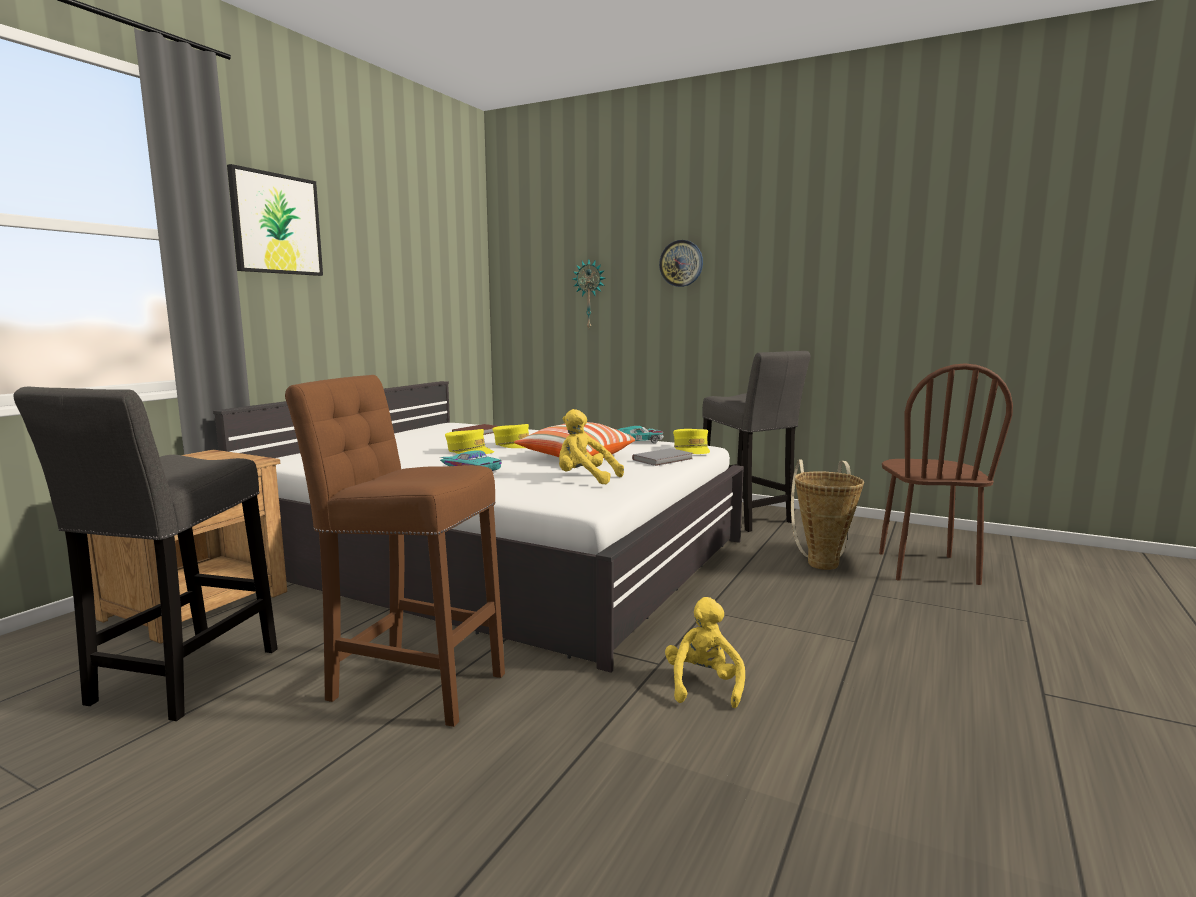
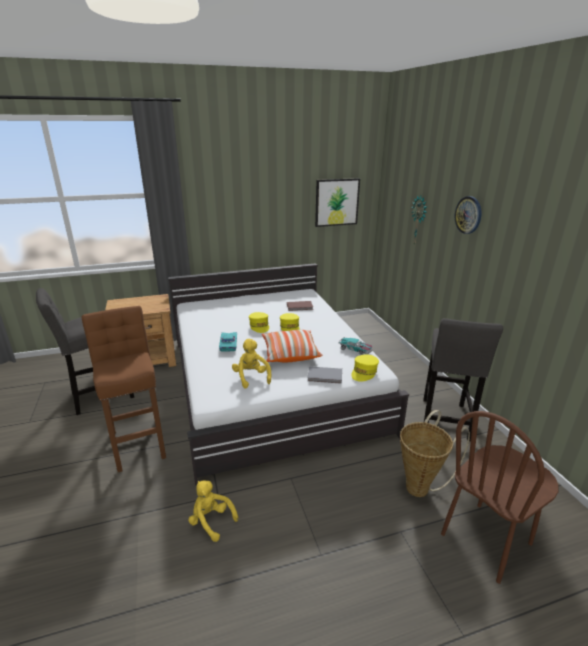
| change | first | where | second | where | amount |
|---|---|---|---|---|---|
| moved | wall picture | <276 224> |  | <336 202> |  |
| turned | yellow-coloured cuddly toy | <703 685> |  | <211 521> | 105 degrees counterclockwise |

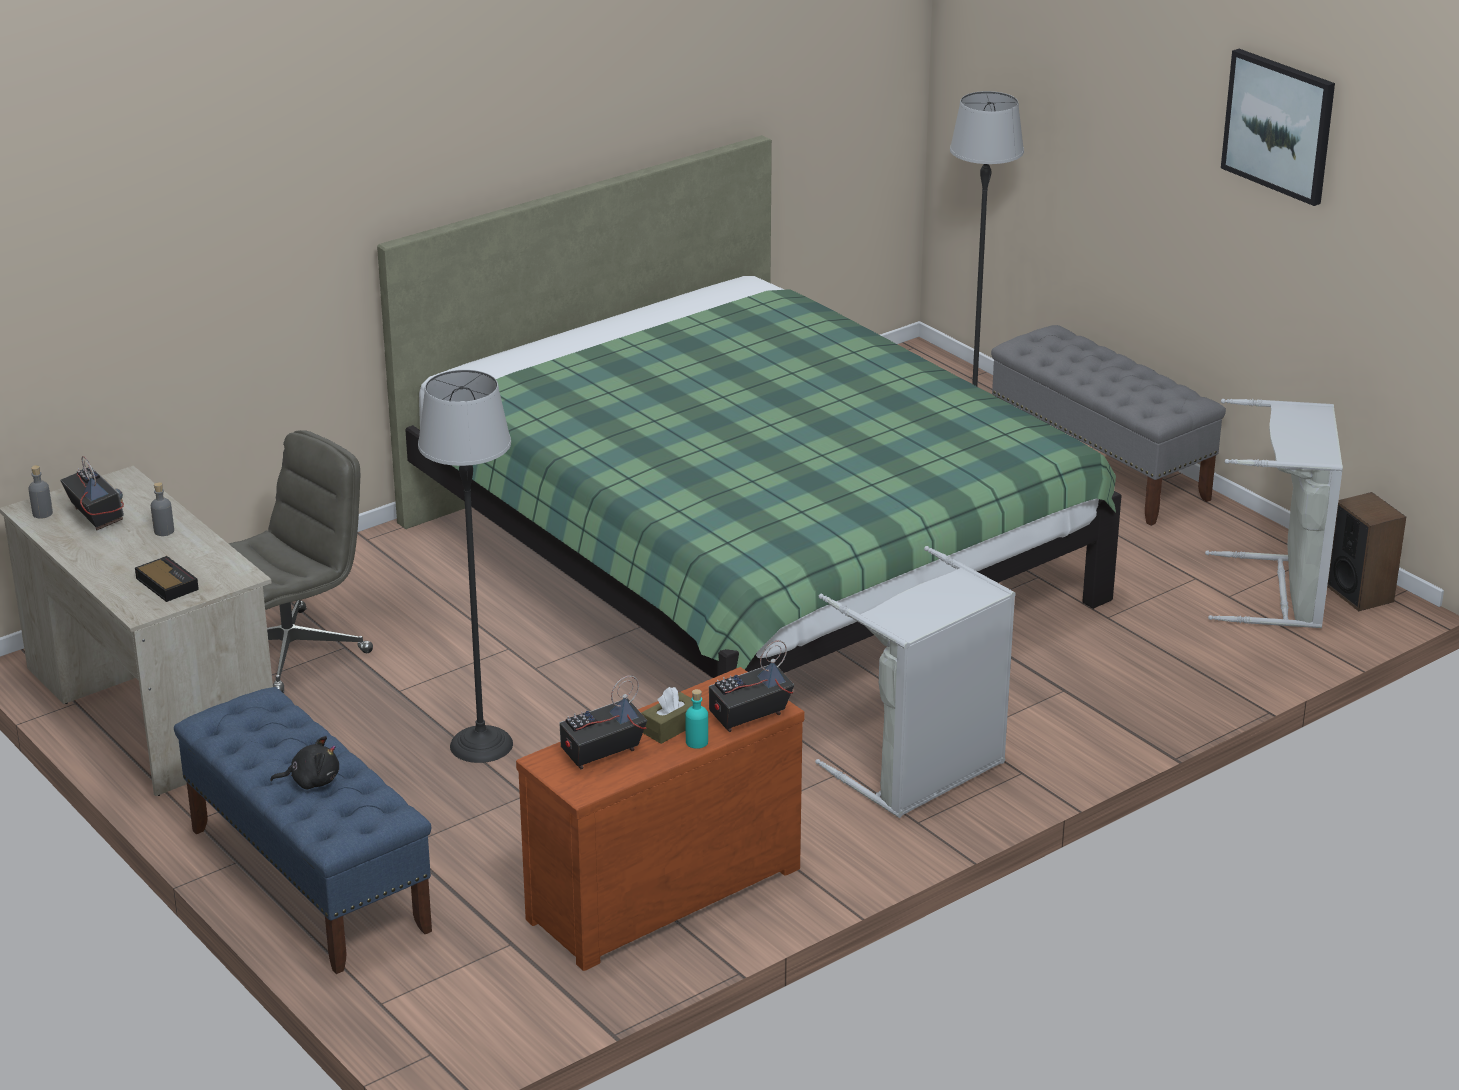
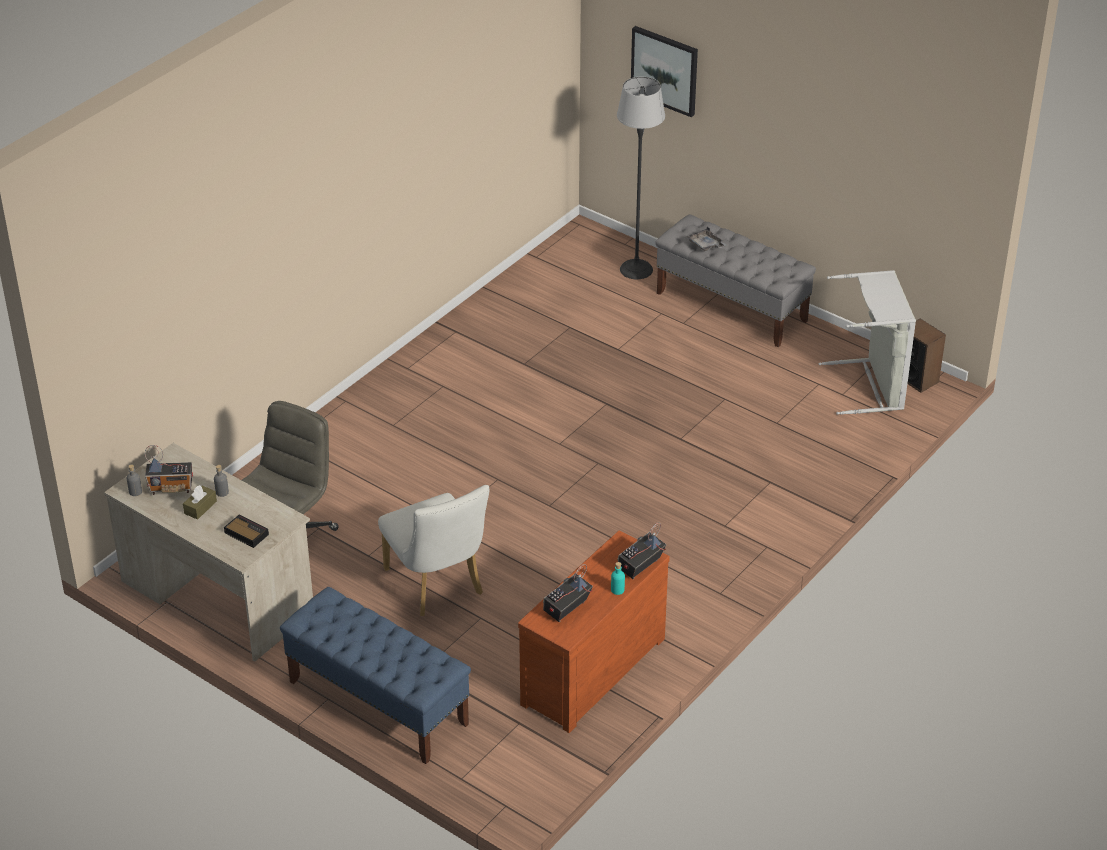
| change | first | where | second | where | amount |
|---|---|---|---|---|---|
| turned | radio receiver | <96 516> |  | <171 488> | 135 degrees clockwise |
| removed | black cuddly toy | <311 781> |  |  |  |
| removed | green sleeping bed | <746 563> |  |  |  |
| replaced | standard lamp | <480 745> | white-coloured upright chair | <437 586> |  |
| moved | brownish box of tissues | <670 727> |  | <200 507> |  |
| removed | greyish laundry basket | <923 773> |  |  |  |
| moved | wall picture | <1279 125> |  | <665 70> |  |
| added |  |  | greyish tray | <706 245> |  |

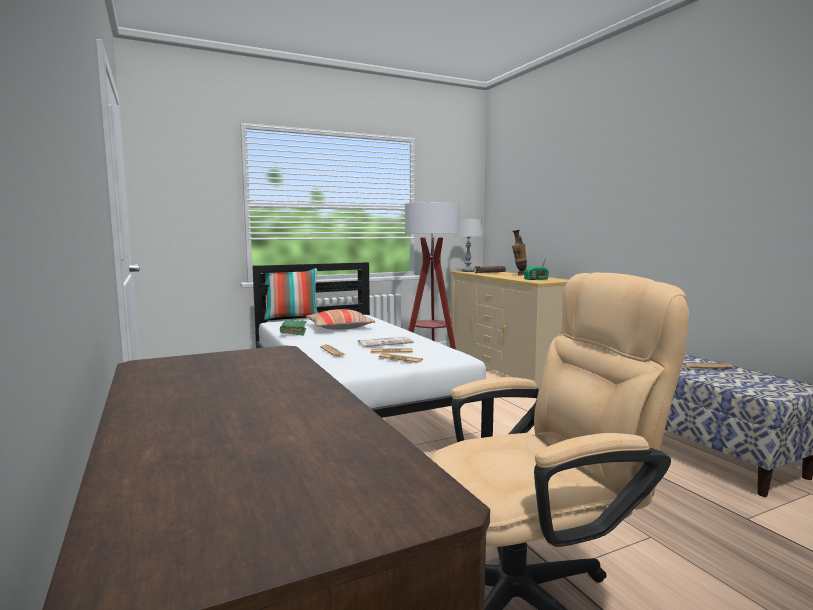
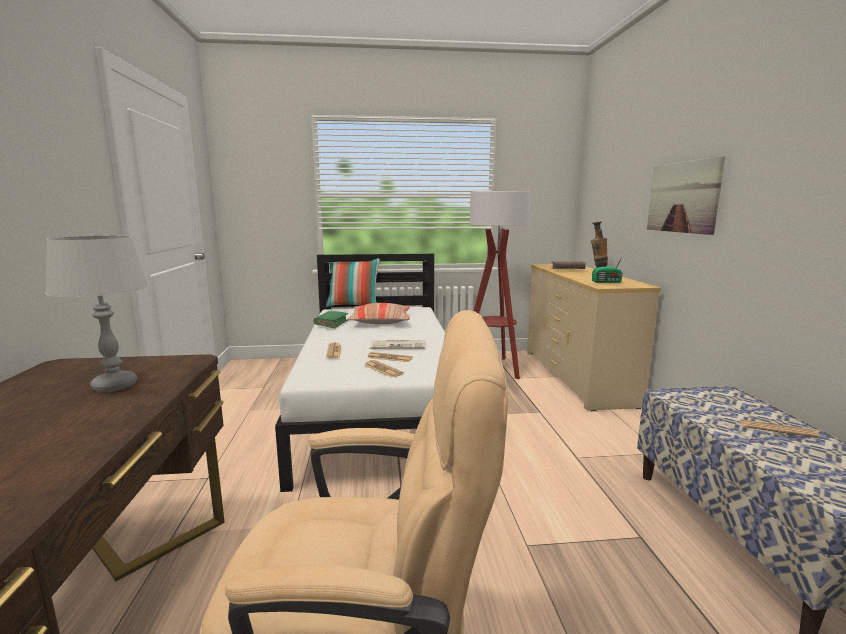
| change | first | where | second | where | amount |
|---|---|---|---|---|---|
| moved | greyish tabletop lamp | <467 271> |  | <114 385> |  |
| added |  |  | wall picture | <682 197> |  |

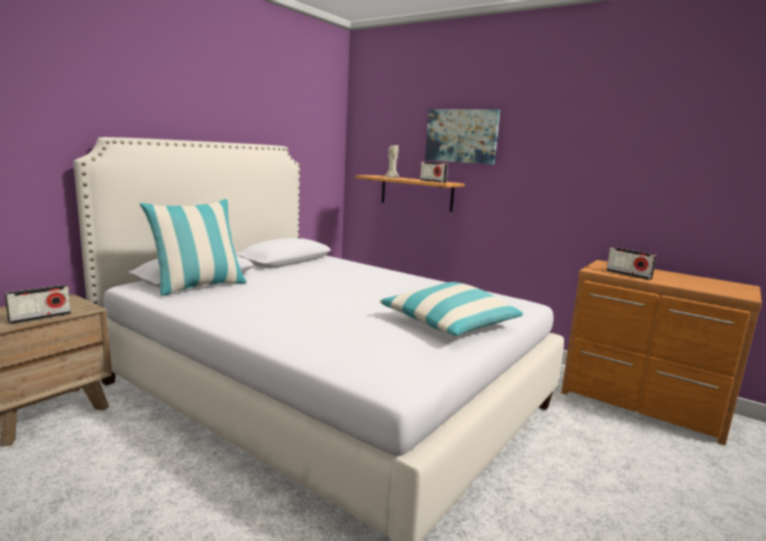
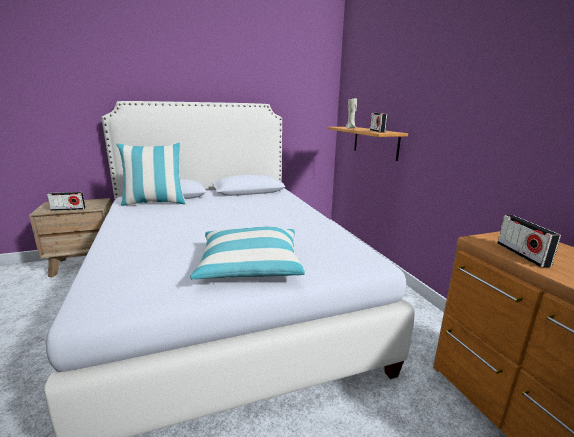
| change | first | where | second | where | amount |
|---|---|---|---|---|---|
| removed | wall picture | <461 136> |  |  |  |

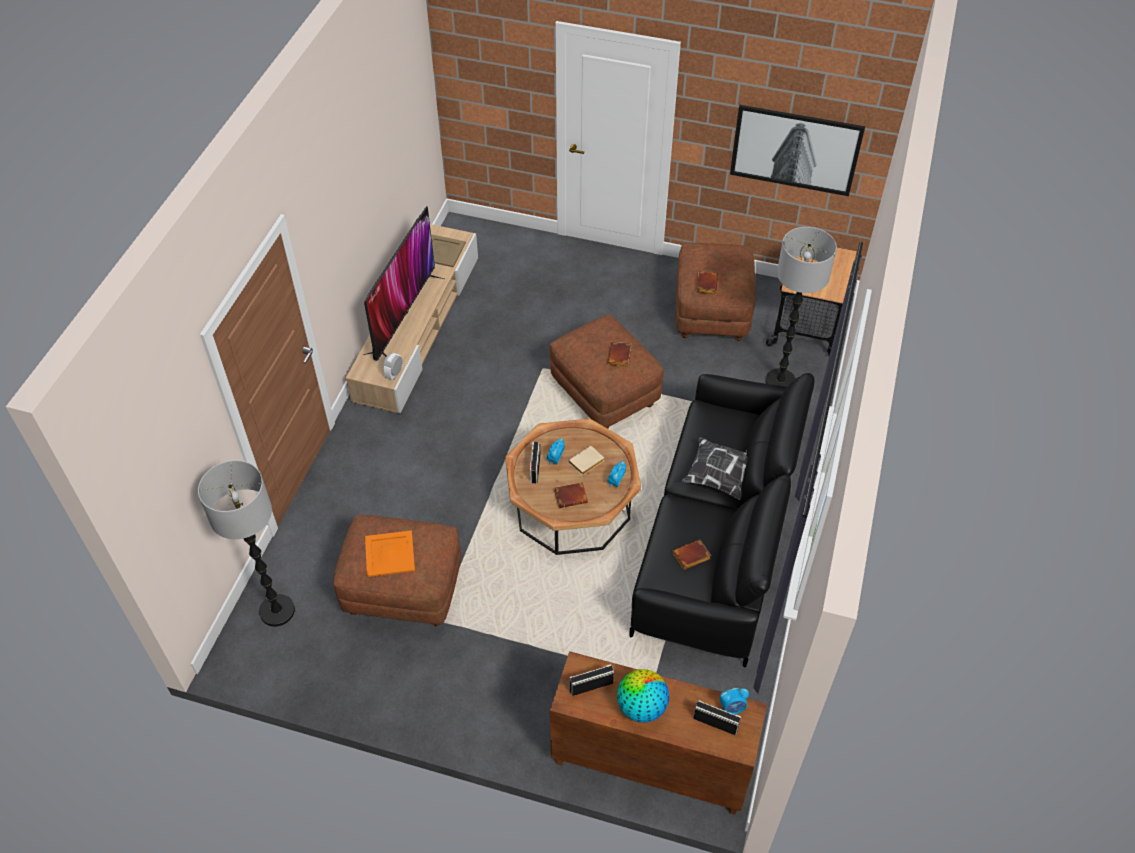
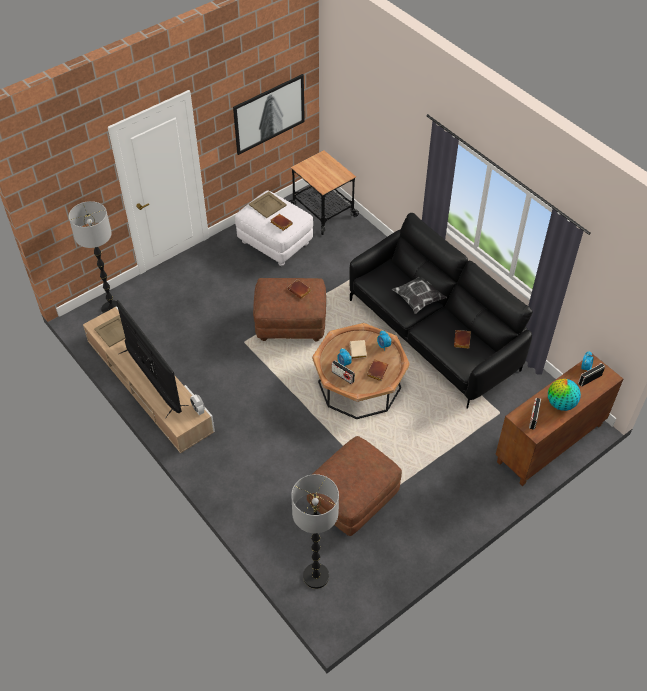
| change | first | where | second | where | amount |
|---|---|---|---|---|---|
| removed | orange-coloured tray | <389 554> |  |  |  |
| recoloured | brownish footrest | <712 313> | white-coloured footrest | <275 243> |  |
| moved | standard lamp | <780 381> |  | <112 310> |  |
| added |  |  | beige-coloured tray | <267 204> |  |

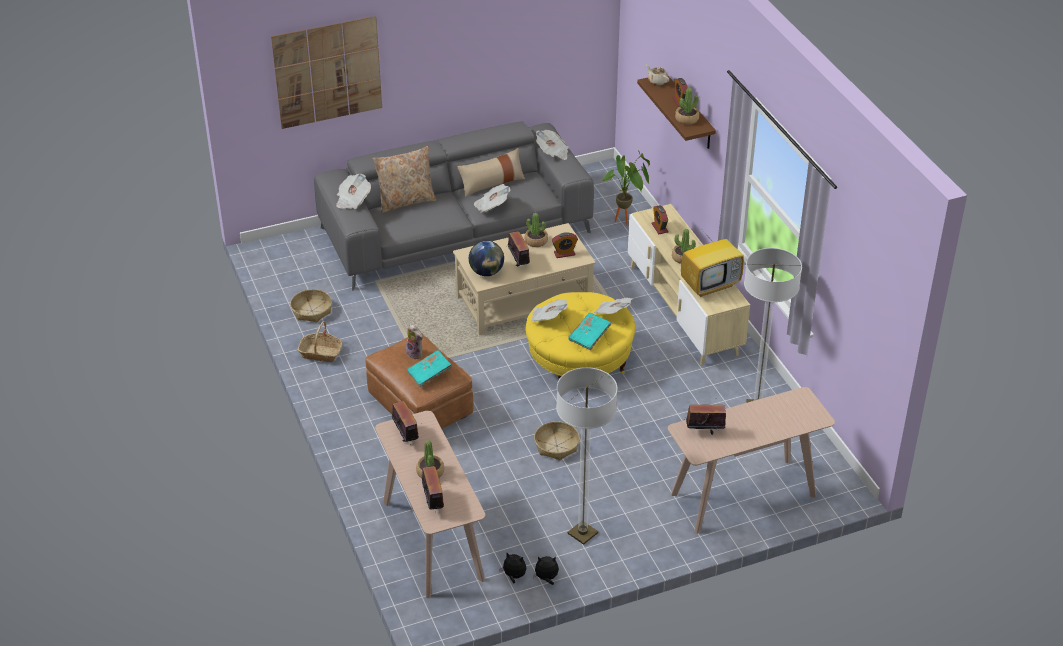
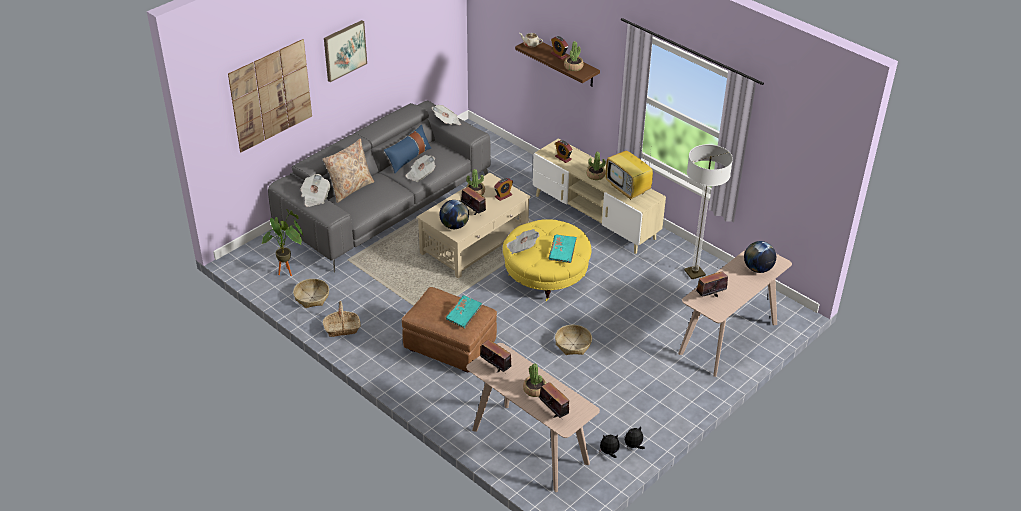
| change | first | where | second | where | amount |
|---|---|---|---|---|---|
| removed | cuddly toy | <416 353> |  |  |  |
| recoloured | beige-coloured throw pillow | <492 184> | blue throw pillow | <408 158> |  |
| removed | standard lamp | <582 533> |  |  |  |
| removed | printed paper | <612 313> |  |  |  |
| moved | houseplant | <627 222> |  | <289 272> |  |
| turned | TV set | <711 284> |  | <628 189> | 105 degrees clockwise |
| added |  |  | wall picture | <344 50> |  |
| added |  |  | globe | <757 269> |  |

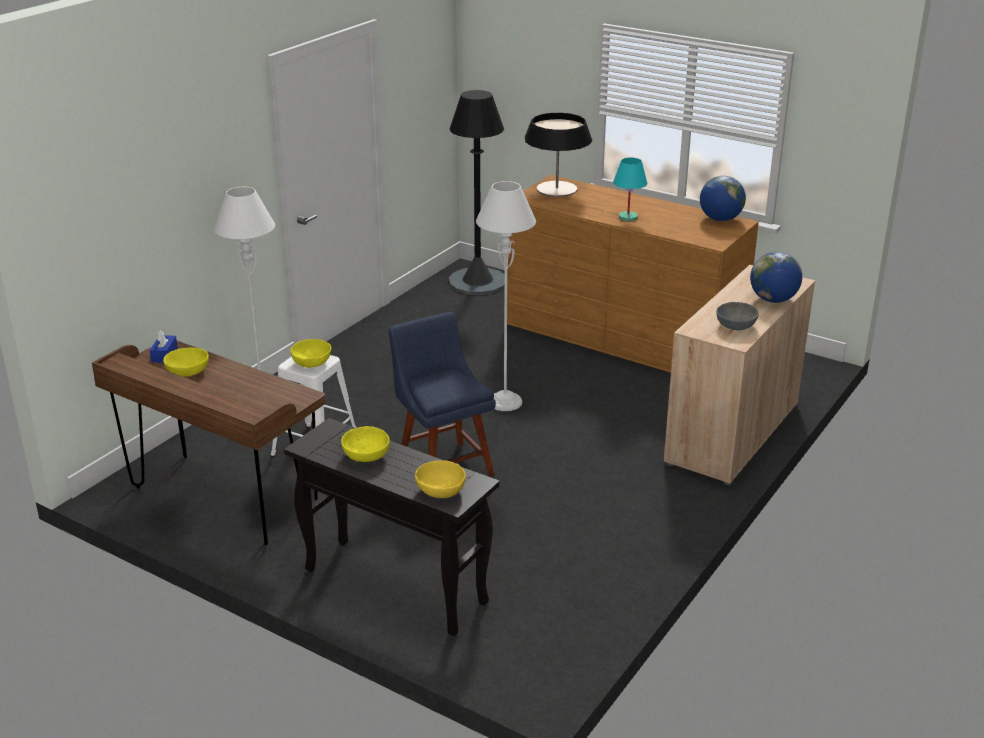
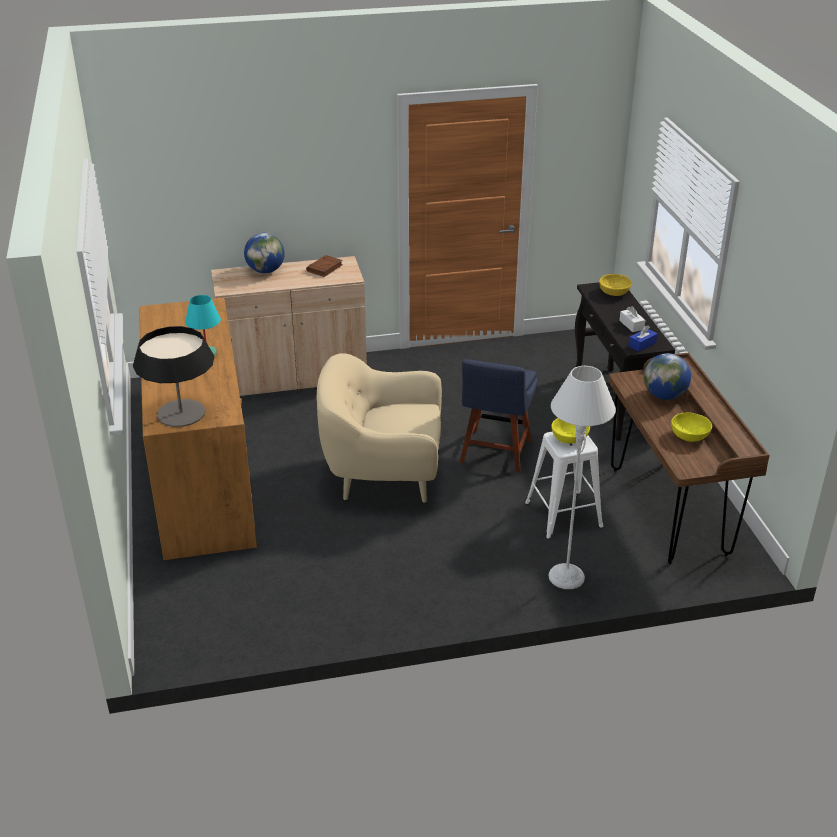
| change | first | where | second | where | amount |
|---|---|---|---|---|---|
| moved | blue box of tissues | <164 355> |  | <642 344> |  |
| replaced | yellow-coloured serving bowl | <365 456> | white-coloured box of tissues | <631 325> |  |
| removed | black standard lamp | <477 282> |  |  |  |
| replaced | white-coloured standard lamp | <505 402> | beige-coloured easy chair | <383 475> |  |
| moved | globe | <720 219> |  | <664 395> |  |
| replaced | greyish serving bowl | <735 326> | brownish book | <324 268> |  |

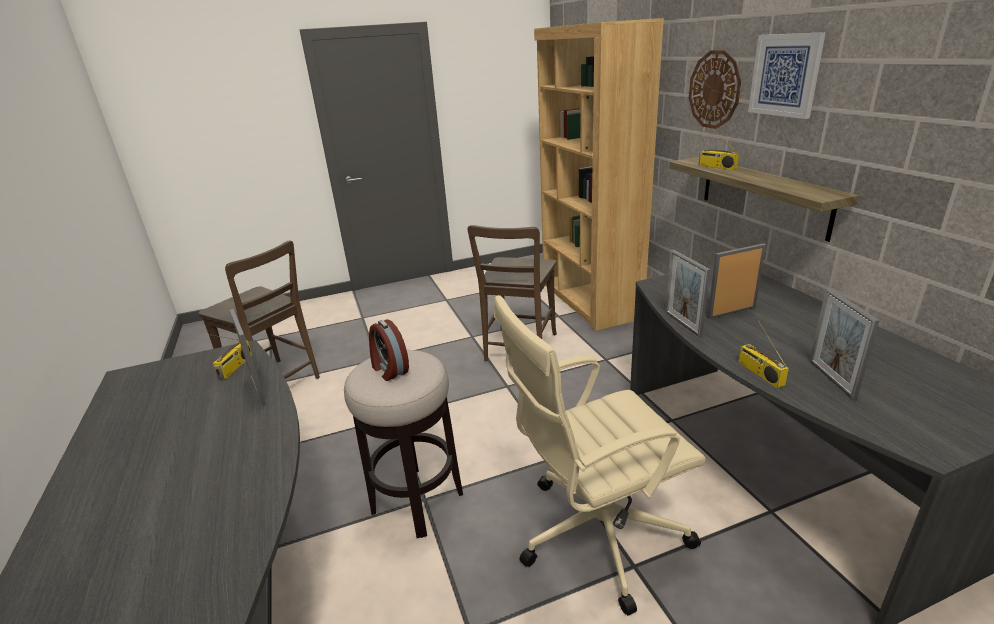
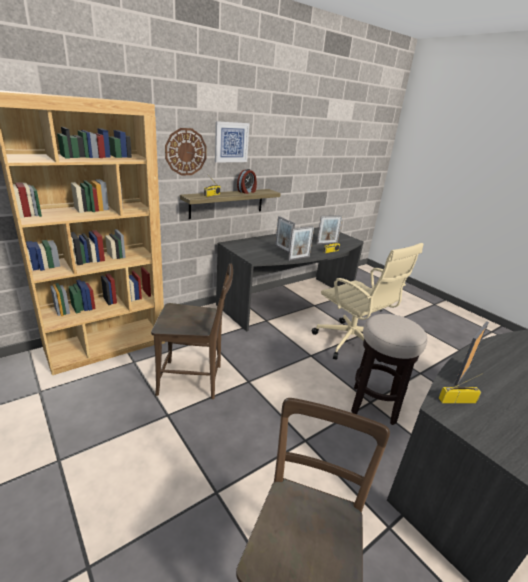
| change | first | where | second | where | amount |
|---|---|---|---|---|---|
| moved | bedside clock | <389 369> |  | <247 192> |  |

